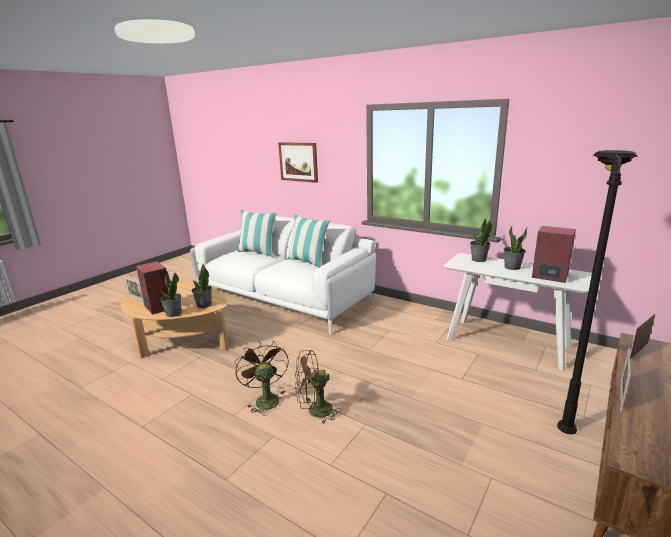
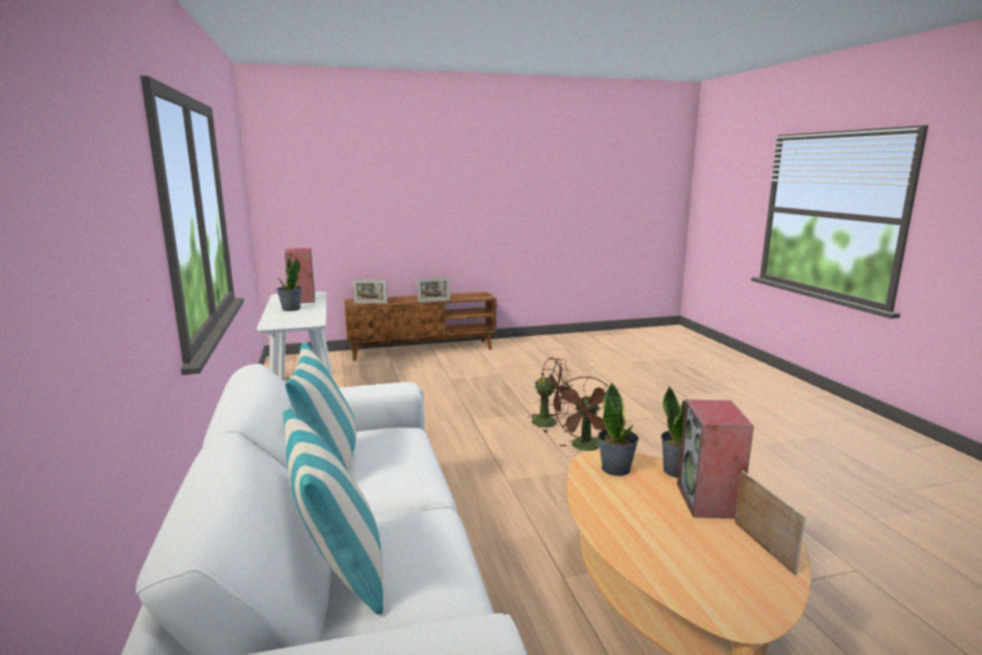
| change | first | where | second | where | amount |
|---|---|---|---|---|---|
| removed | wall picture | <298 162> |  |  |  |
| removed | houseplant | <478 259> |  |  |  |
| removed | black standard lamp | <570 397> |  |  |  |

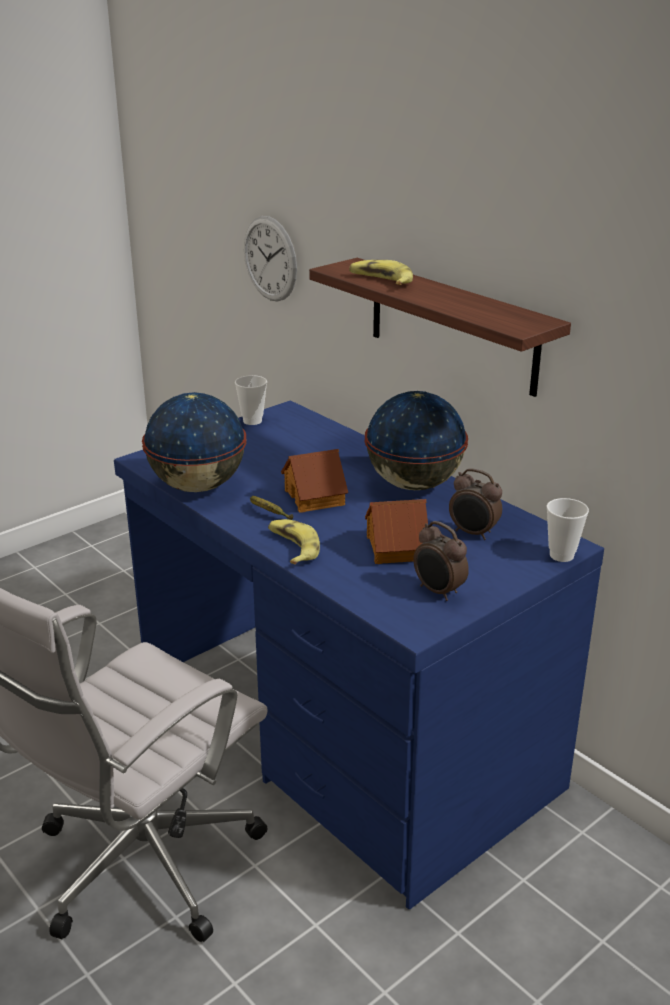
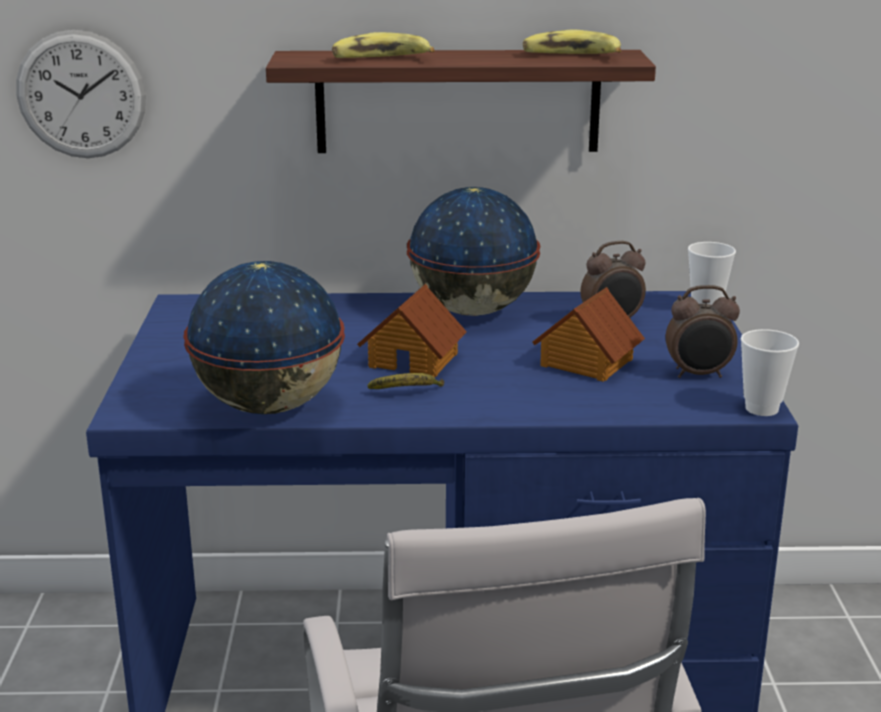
| change | first | where | second | where | amount |
|---|---|---|---|---|---|
| moved | drinking cup | <252 421> |  | <761 409> |  |
| moved | banana | <292 548> |  | <571 56> |  |

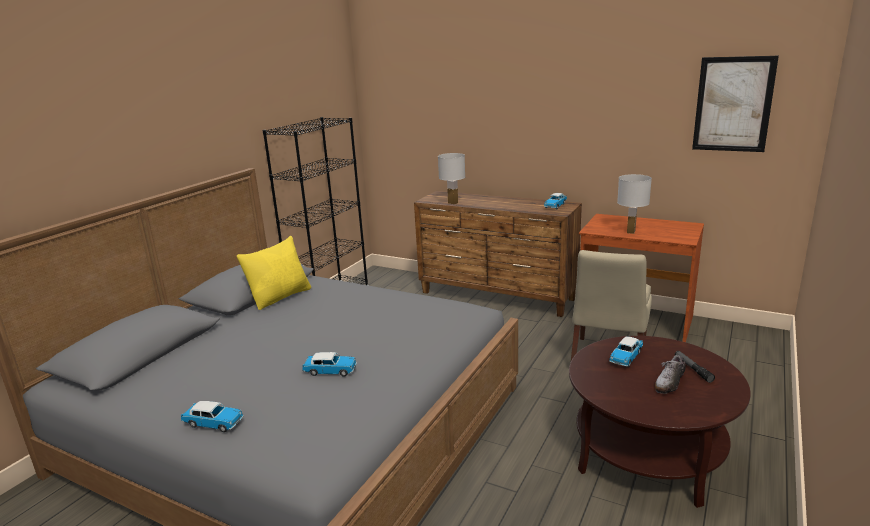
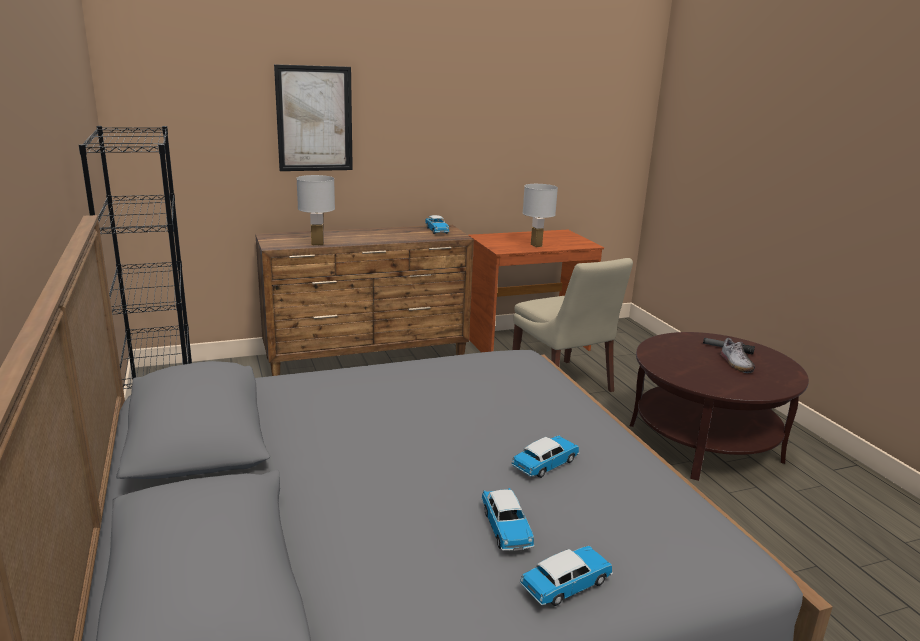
| change | first | where | second | where | amount |
|---|---|---|---|---|---|
| removed | yellow-coloured throw pillow | <280 297> |  |  |  |
| moved | model car | <626 357> |  | <506 528> |  |
| moved | wall picture | <733 104> |  | <314 119> |  |

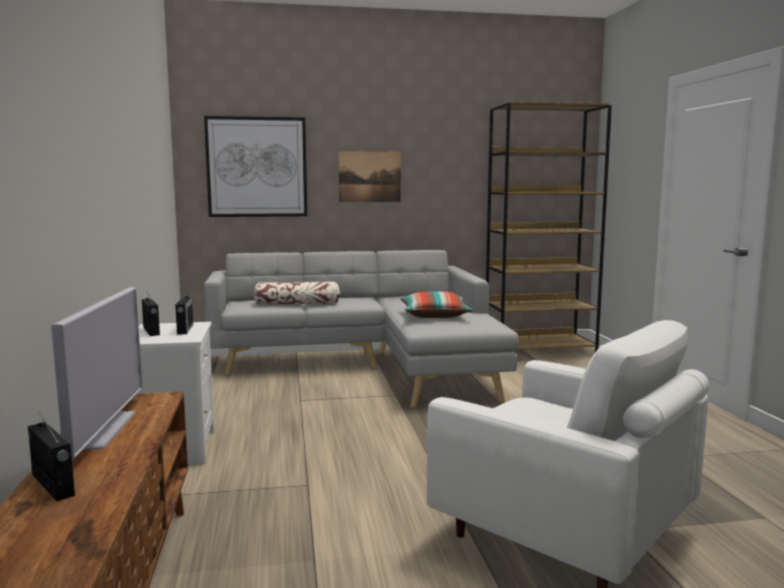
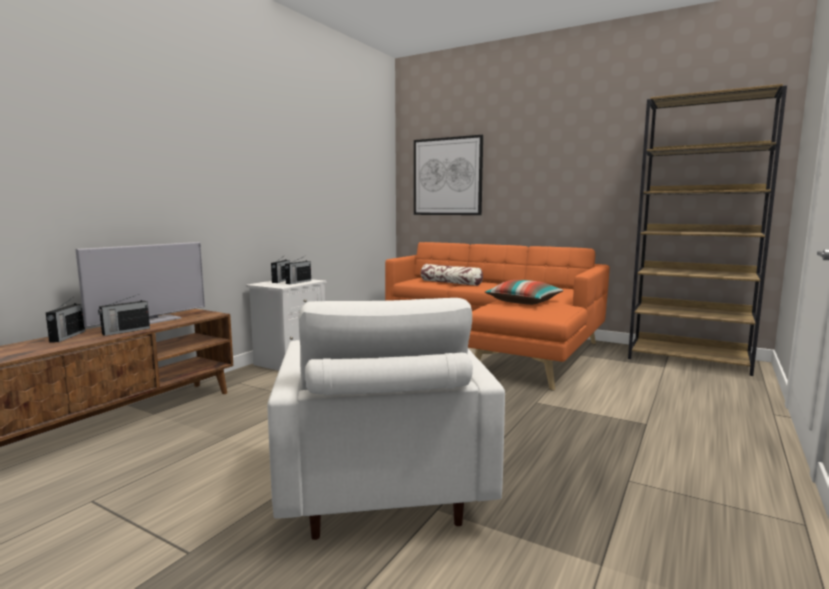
| change | first | where | second | where | amount |
|---|---|---|---|---|---|
| recoloured | greyish sofa | <374 368> | orange-coloured sofa | <500 344> |  |
| removed | wall picture | <369 176> |  |  |  |
| added |  |  | radio receiver | <125 331> |  |

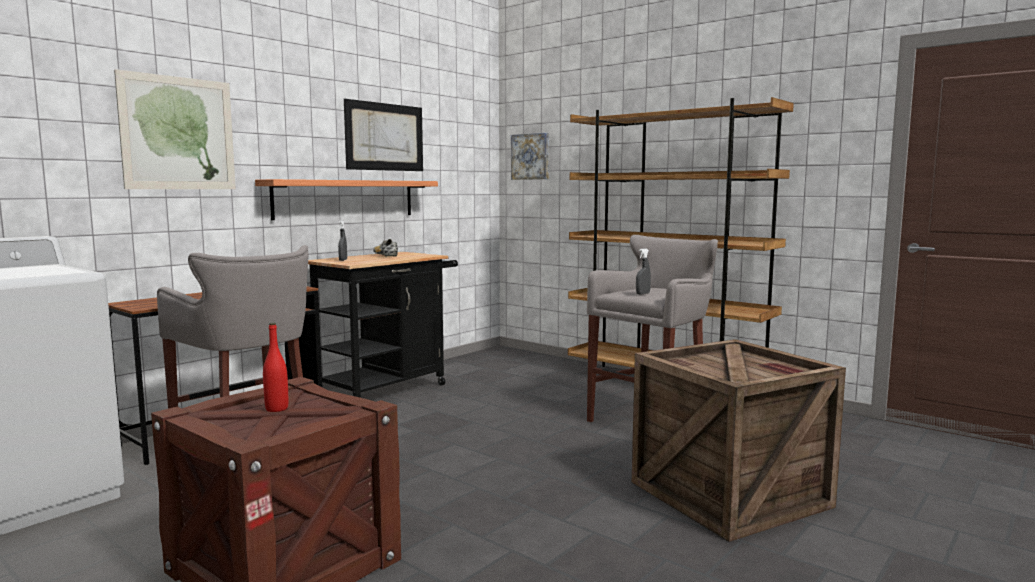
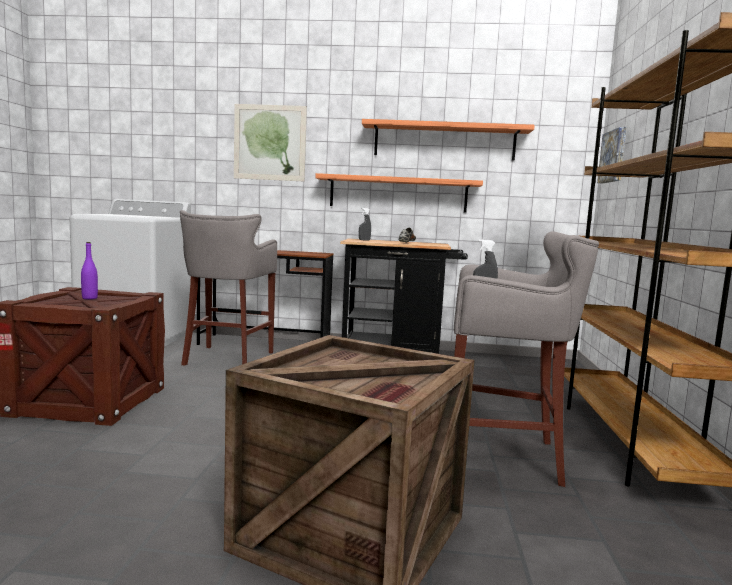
| change | first | where | second | where | amount |
|---|---|---|---|---|---|
| recoloured | red-coloured drink bottle | <277 409> | purple-coloured drink bottle | <89 298> |  |
| replaced | wall picture | <385 137> | shelf | <444 141> |  |

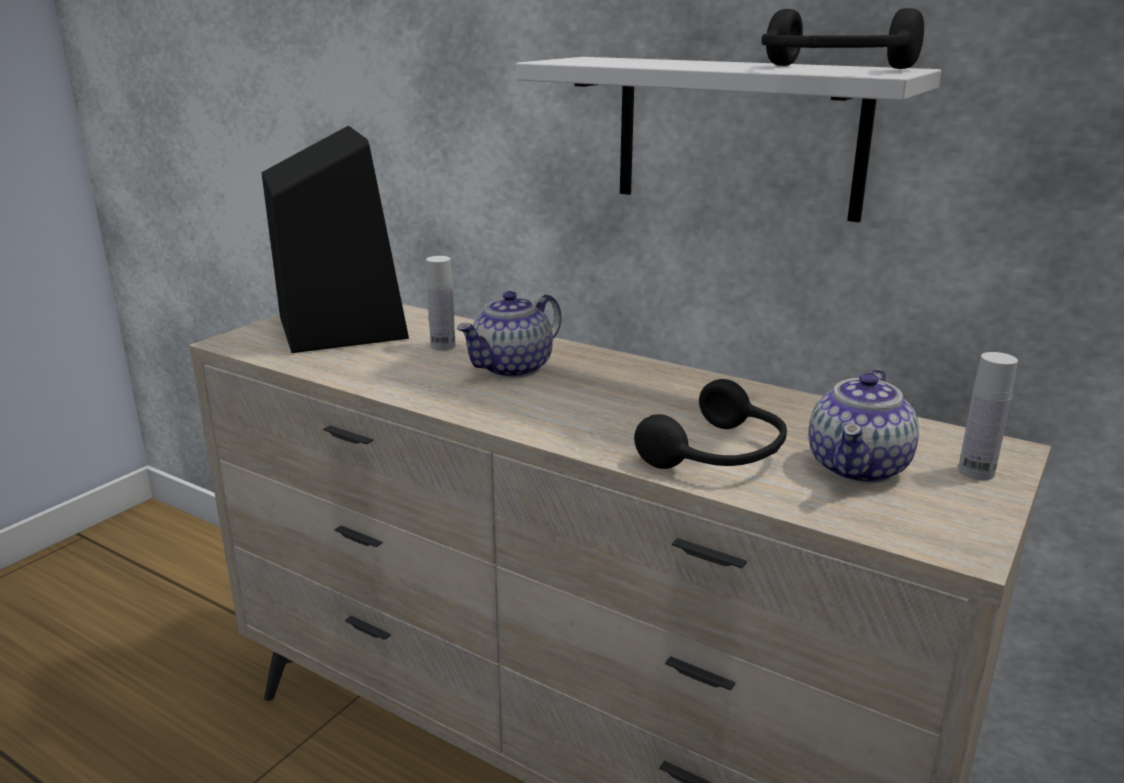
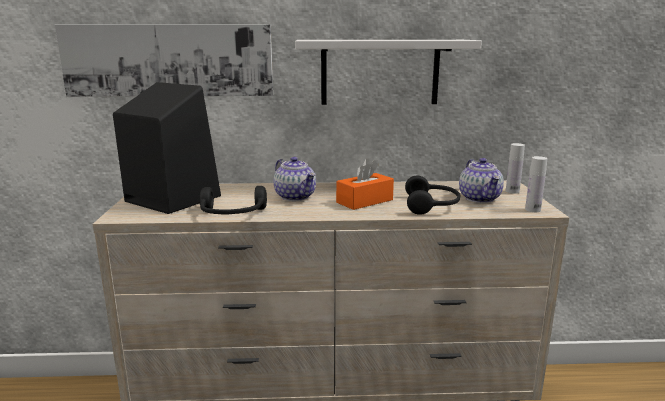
| change | first | where | second | where | amount |
|---|---|---|---|---|---|
| moved | white-coloured drink bottle | <443 346> |  | <532 210> |  |
| turned | tea pot | <513 368> |  | <296 196> | 45 degrees counterclockwise |
| moved | black headset | <829 69> |  | <232 214> |  |
| added |  |  | wall picture | <169 60> |  |
| added |  |  | orange-coloured box of tissues | <364 201> |  |

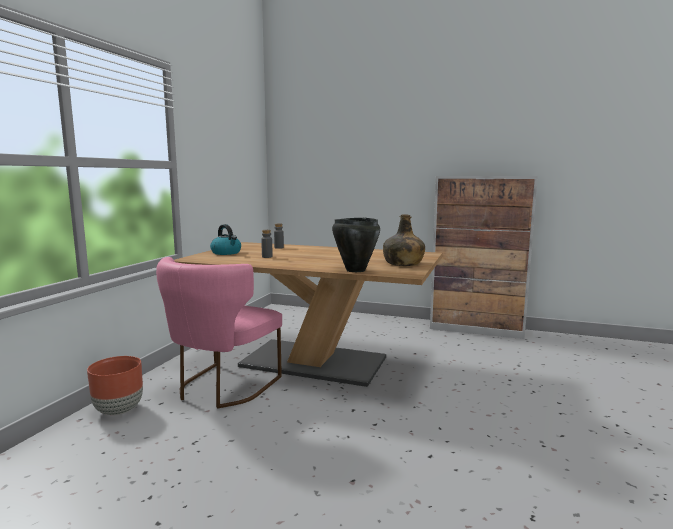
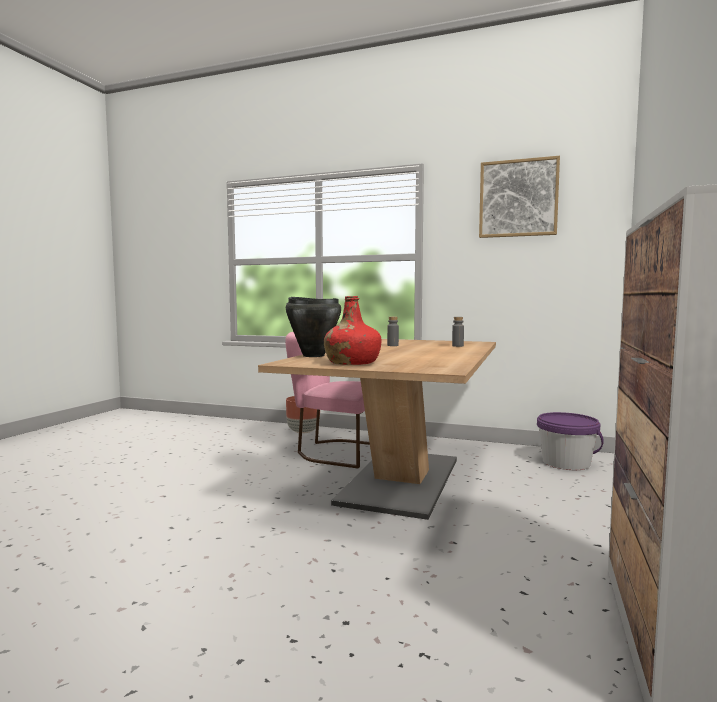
| change | first | where | second | where | amount |
|---|---|---|---|---|---|
| removed | water kettle | <226 253> |  |  |  |
| recoloured | green drink bottle | <403 263> | red-coloured drink bottle | <352 363> |  |
| added |  |  | wall picture | <518 198> |  |
| added |  |  | purple-coloured pail | <566 463> |  |

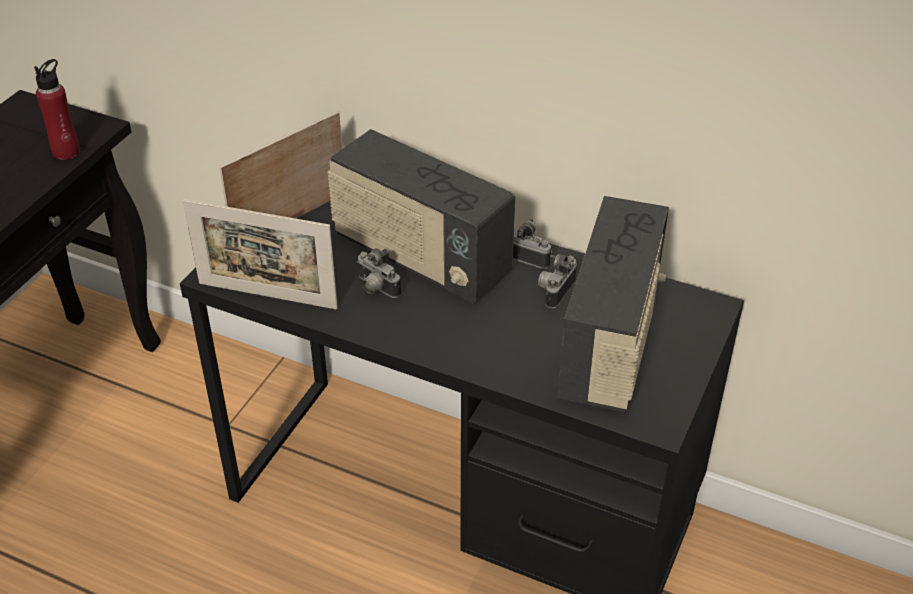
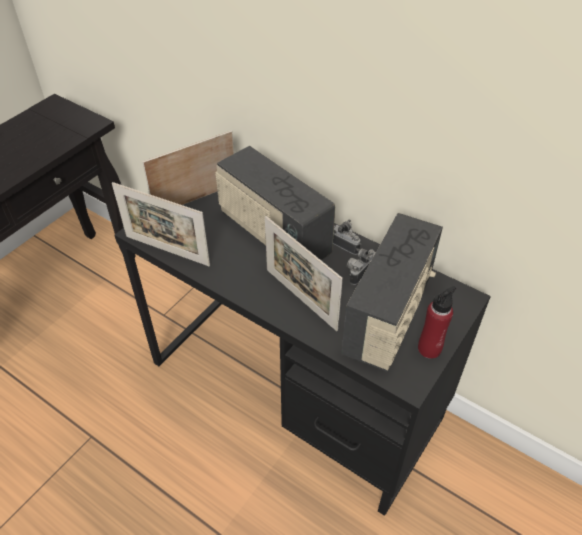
| change | first | where | second | where | amount |
|---|---|---|---|---|---|
| moved | red-coloured drink bottle | <66 151> |  | <429 348> |  |
| removed | still camera | <375 289> |  |  |  |
| added |  |  | photo frame | <300 299> |  |

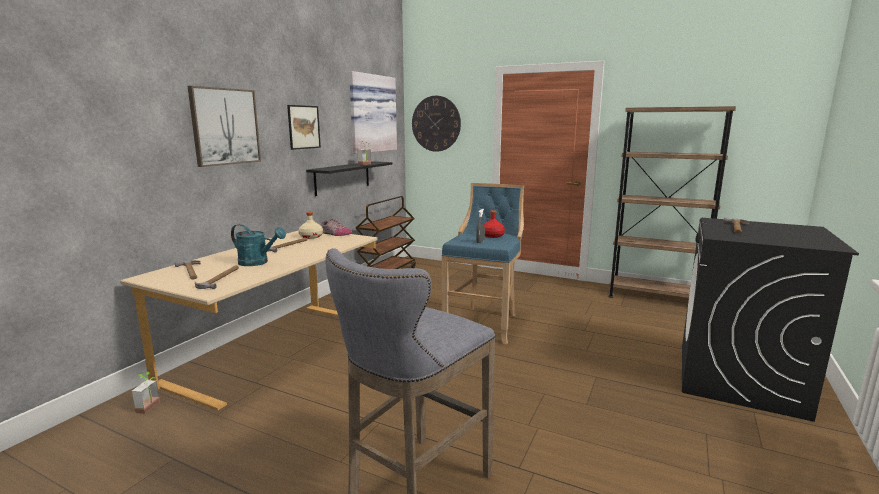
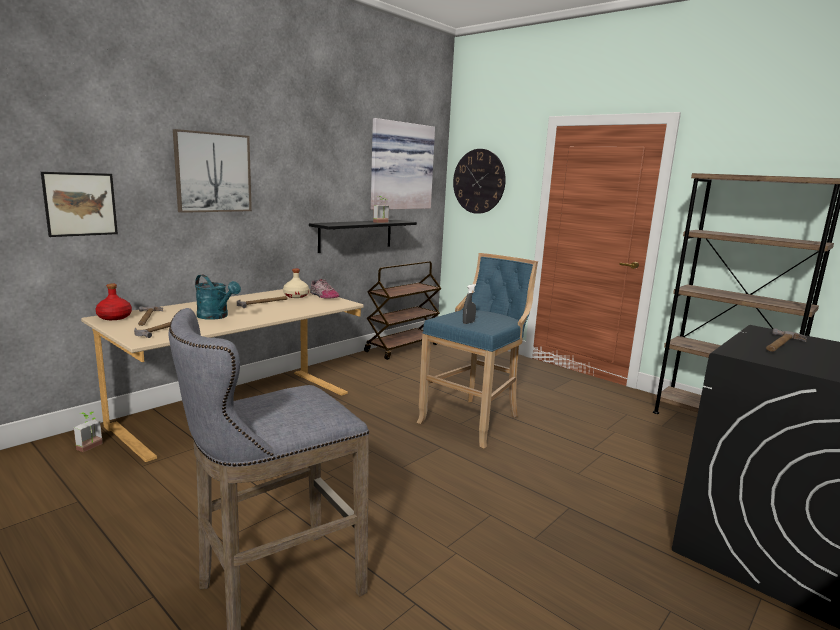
| change | first | where | second | where | amount |
|---|---|---|---|---|---|
| moved | wall picture | <304 127> |  | <80 204> |  |
| moved | red-coloured drink bottle | <492 236> |  | <115 317> |  |

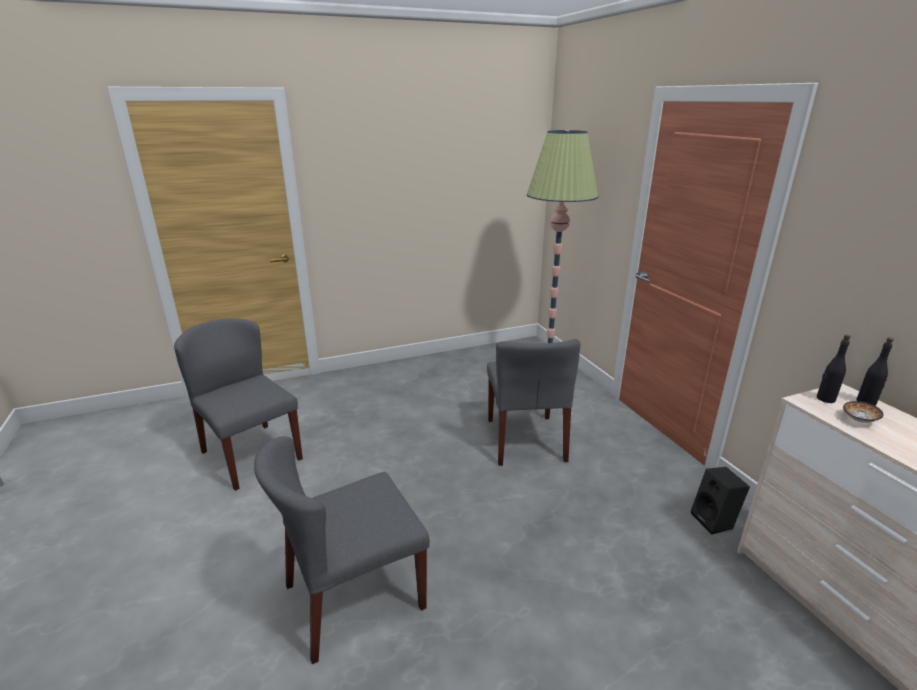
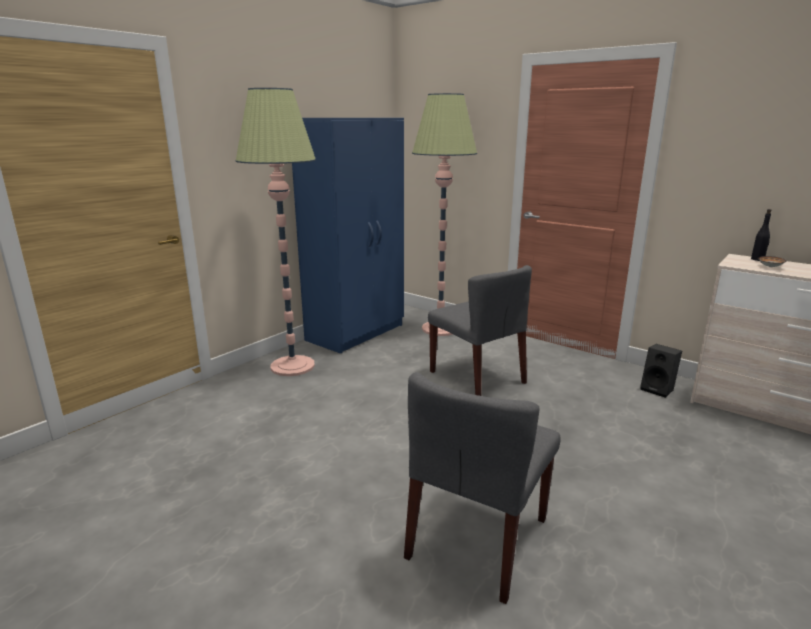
| change | first | where | second | where | amount |
|---|---|---|---|---|---|
| removed | greyish upright chair | <251 455> |  |  |  |
| removed | black drink bottle | <825 399> |  |  |  |
| added |  |  | standard lamp | <292 366> |  |
| added |  |  | blue clothes cupboard | <357 332> |  |

